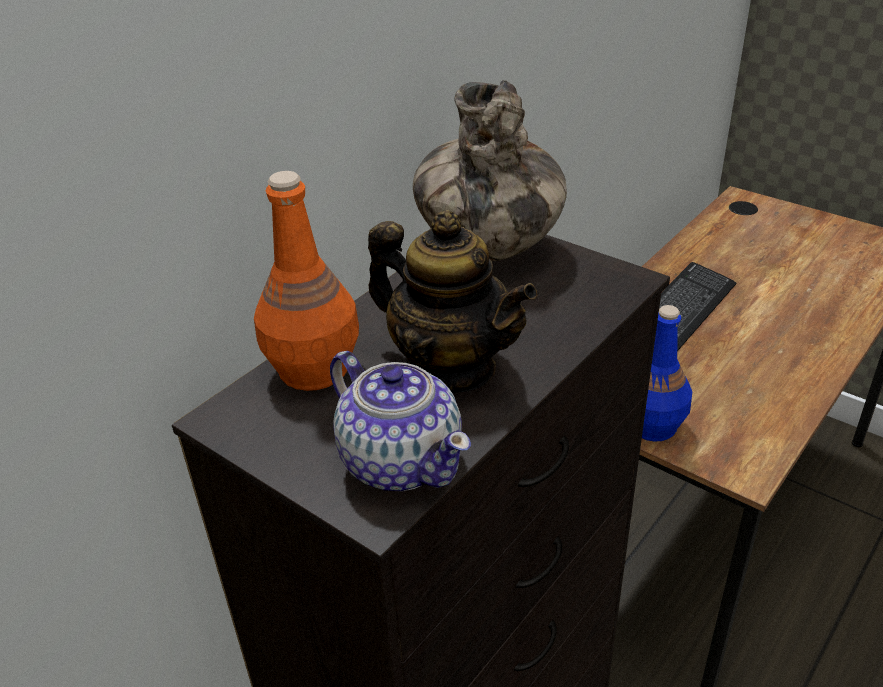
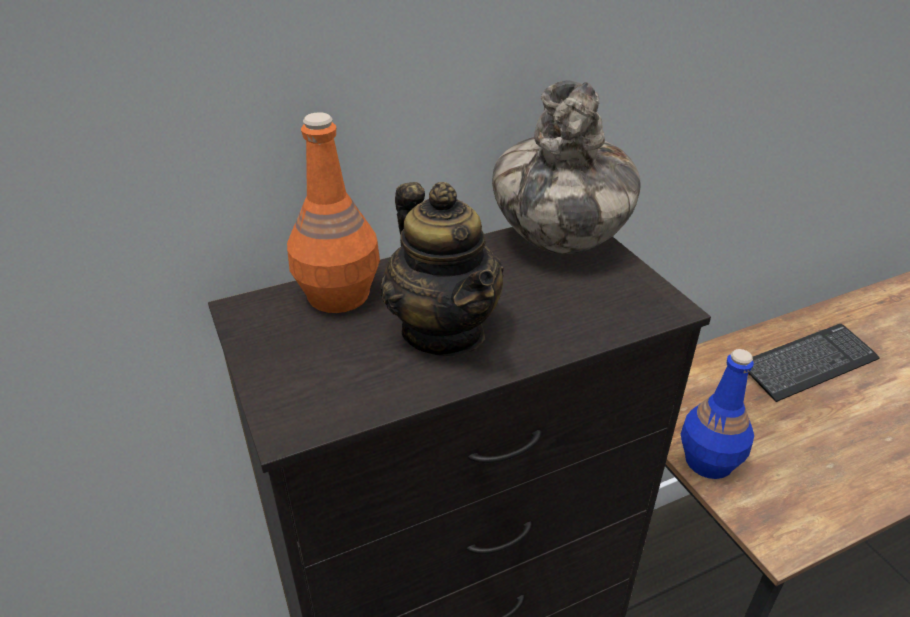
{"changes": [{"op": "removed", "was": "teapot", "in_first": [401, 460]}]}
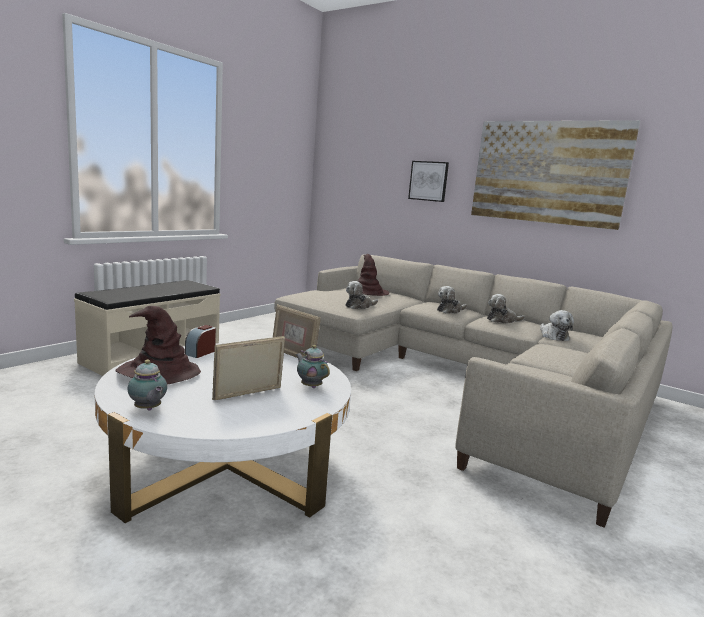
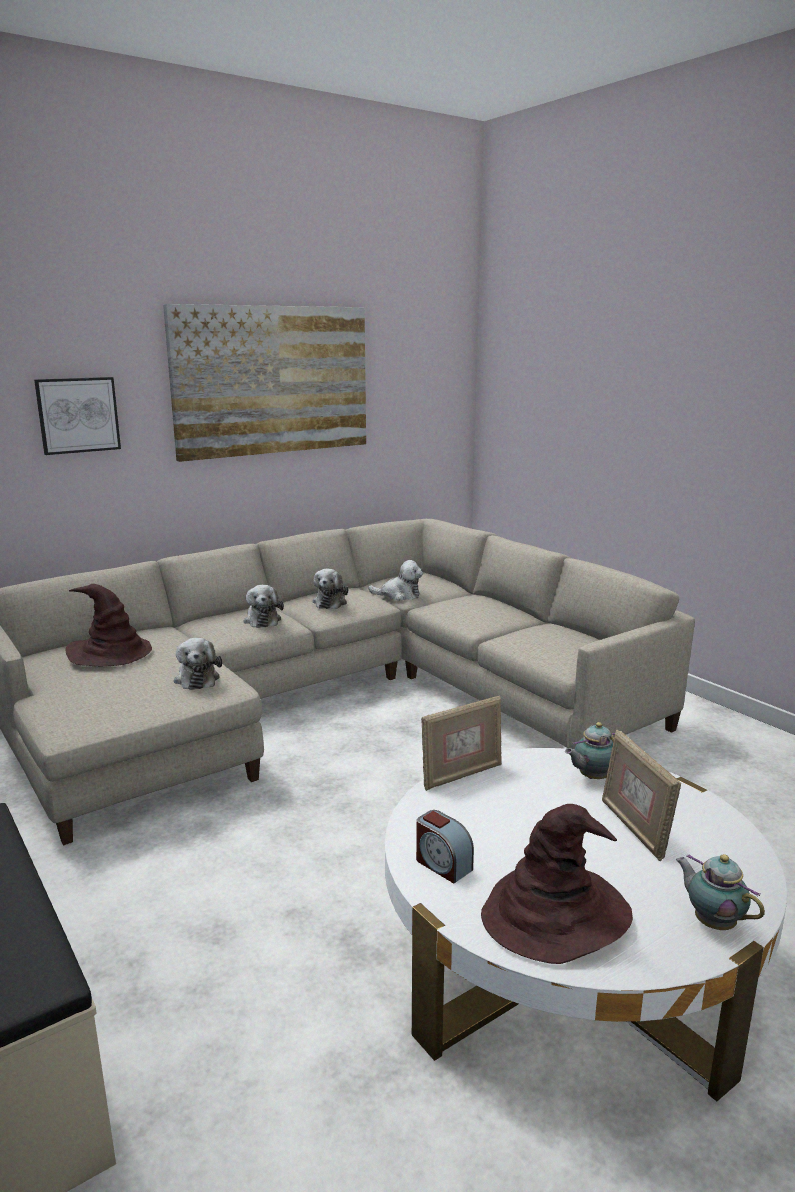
{"changes": [{"op": "turned", "was": "teapot", "in_first": [148, 409], "in_second": [712, 922], "clockwise": -105}]}
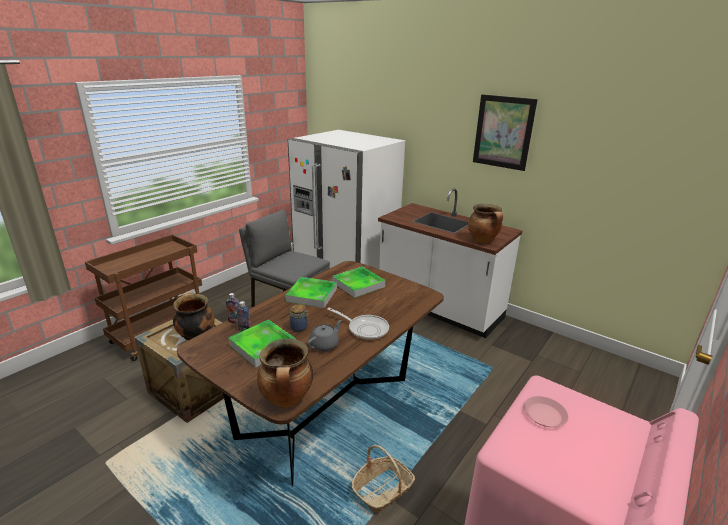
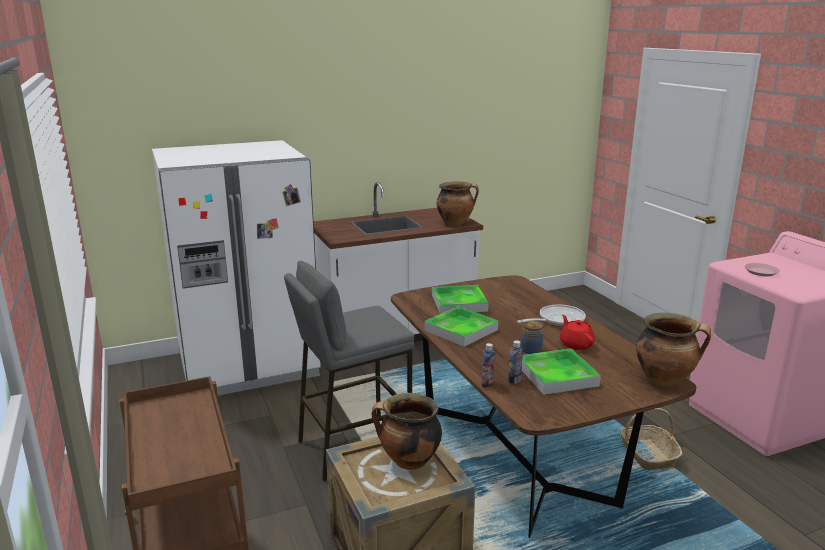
{"changes": [{"op": "removed", "was": "picture", "in_first": [503, 132]}, {"op": "recoloured", "was": "grey teapot", "now": "red teapot", "in_first": [324, 345], "in_second": [576, 344]}]}
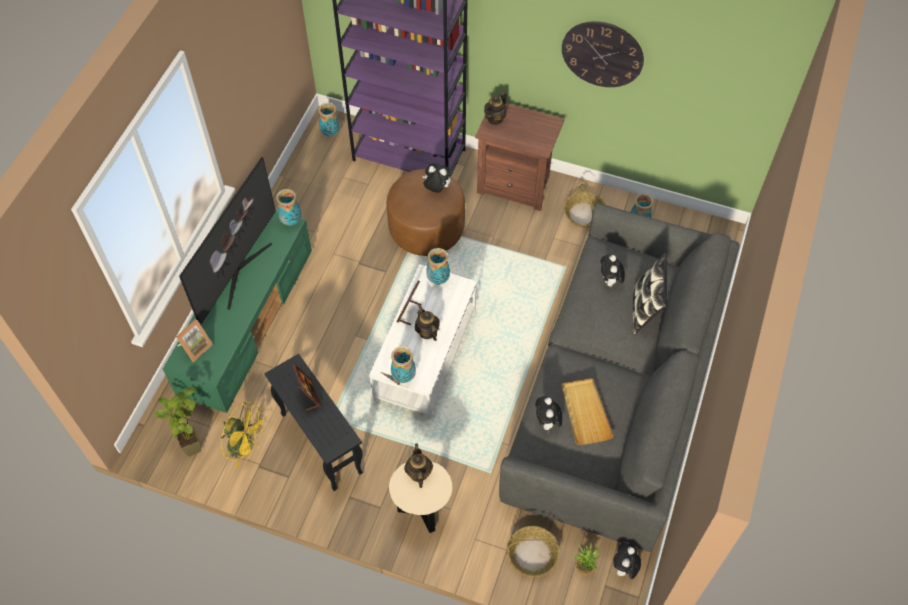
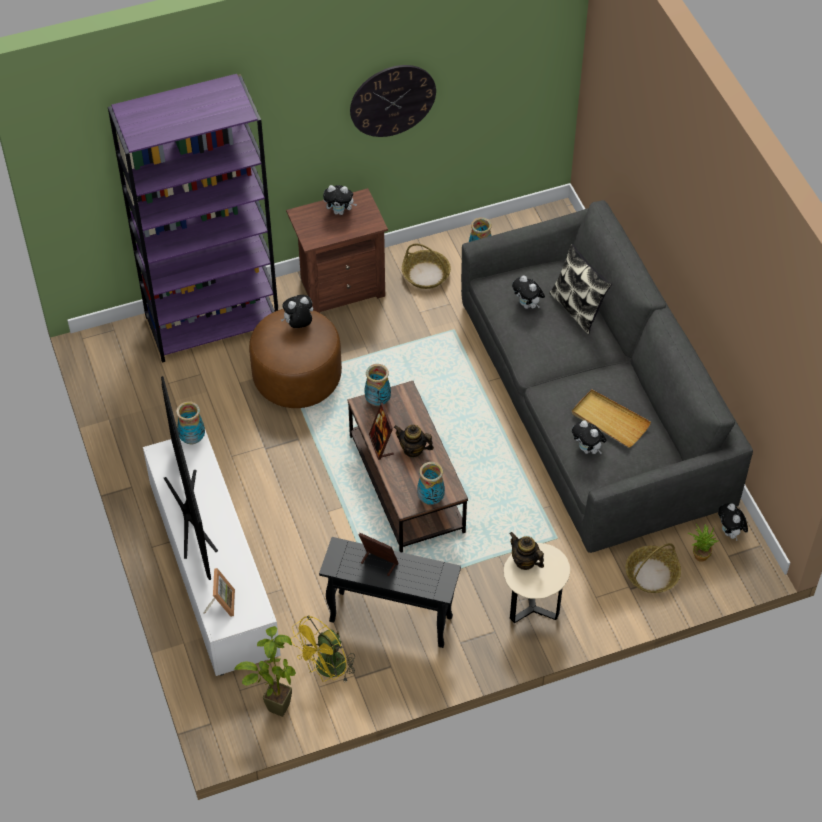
{"changes": [{"op": "removed", "was": "vase", "in_first": [330, 132]}, {"op": "removed", "was": "teapot", "in_first": [495, 118]}, {"op": "added", "now": "plush toy", "in_second": [340, 211]}, {"op": "recoloured", "was": "green tv stand", "now": "white tv stand", "in_first": [247, 321], "in_second": [212, 568]}, {"op": "recoloured", "was": "white coffee table", "now": "brown coffee table", "in_first": [425, 355], "in_second": [407, 484]}, {"op": "turned", "was": "yellow fan", "in_first": [246, 446], "in_second": [326, 670], "clockwise": 150}]}
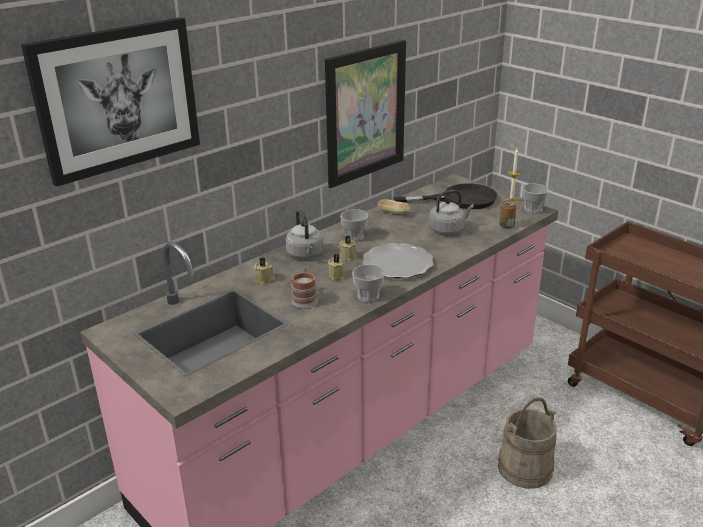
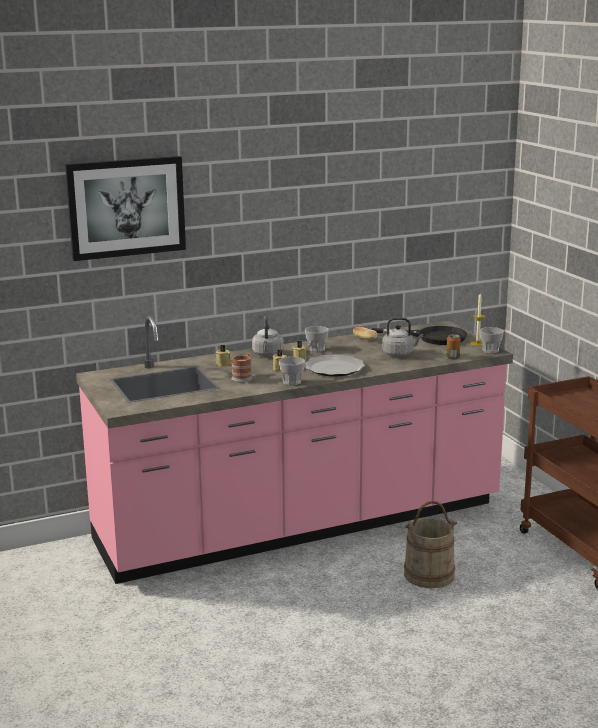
{"changes": [{"op": "removed", "was": "picture", "in_first": [365, 113]}]}
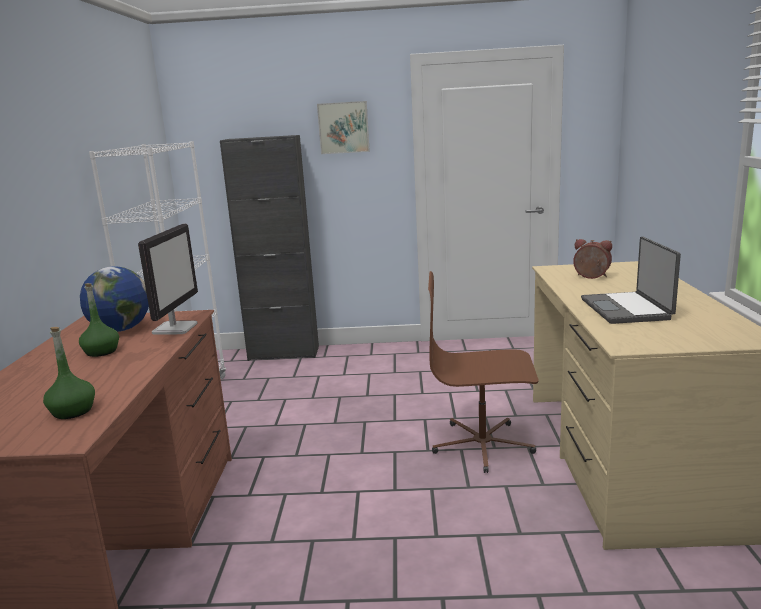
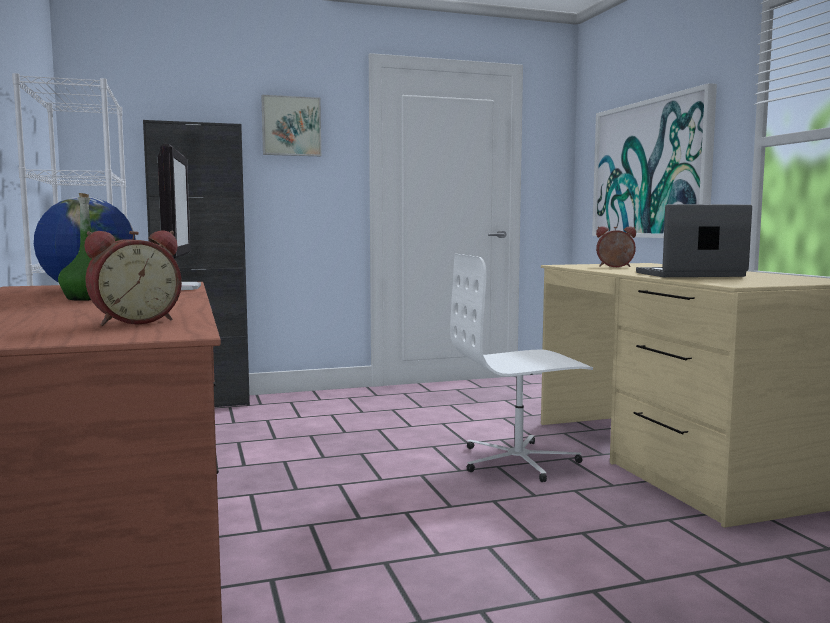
{"changes": [{"op": "added", "now": "picture", "in_second": [650, 169]}, {"op": "replaced", "was": "green bottle", "now": "alarm clock", "in_first": [73, 411], "in_second": [134, 321]}, {"op": "recoloured", "was": "brown office chair", "now": "white office chair", "in_first": [483, 445], "in_second": [519, 461]}, {"op": "turned", "was": "laptop", "in_first": [627, 309], "in_second": [690, 275], "clockwise": 105}]}
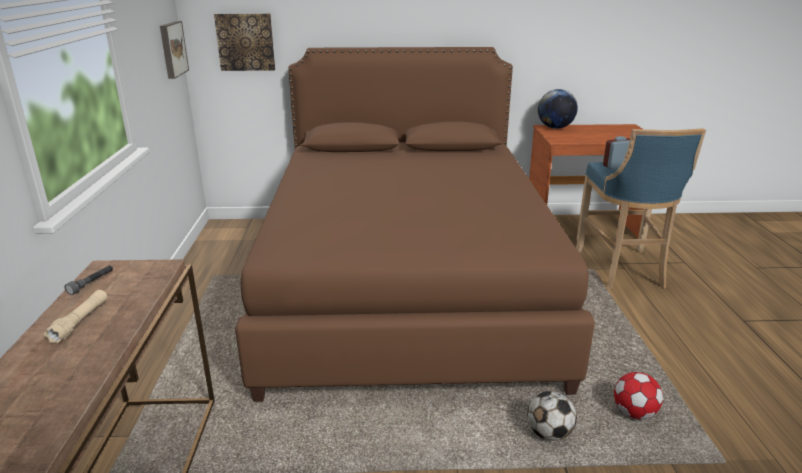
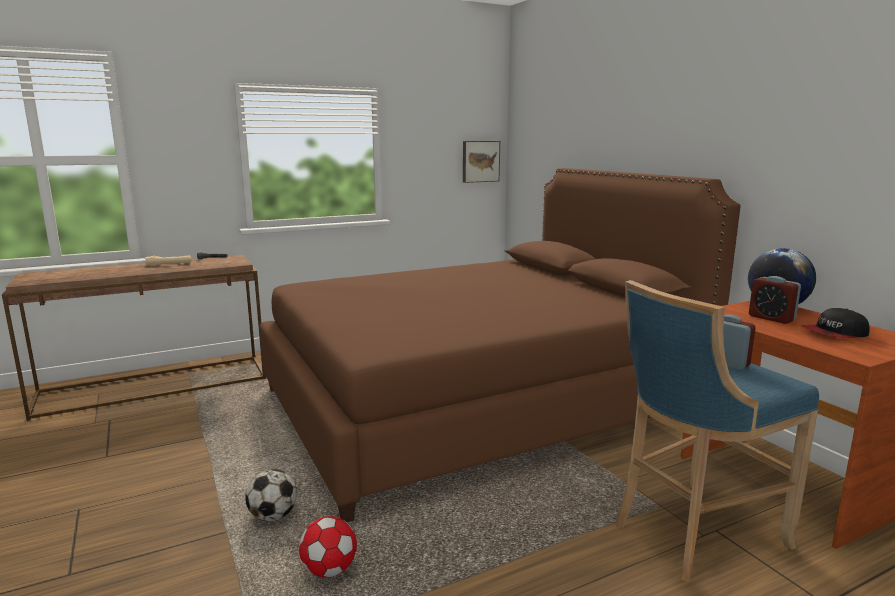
{"changes": [{"op": "removed", "was": "picture", "in_first": [245, 42]}, {"op": "added", "now": "alarm clock", "in_second": [771, 318]}, {"op": "added", "now": "cap", "in_second": [835, 333]}]}
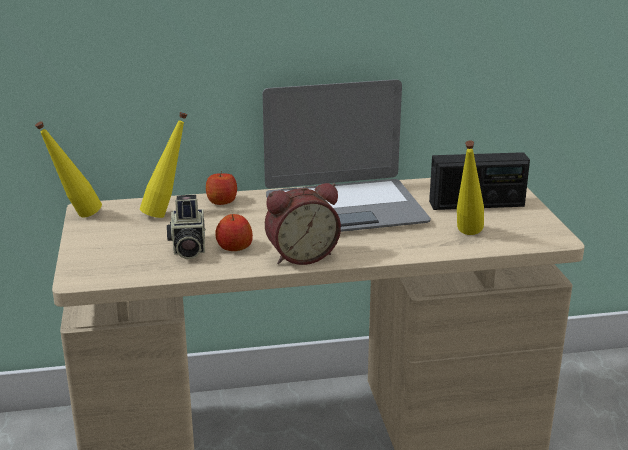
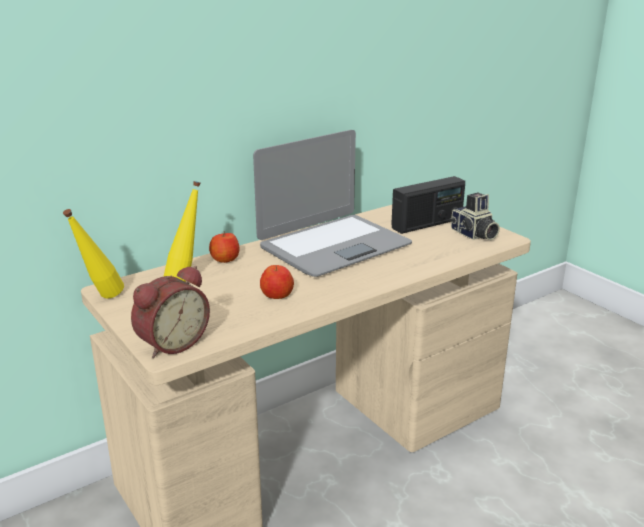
{"changes": [{"op": "removed", "was": "yellow bottle", "in_first": [466, 236]}, {"op": "moved", "was": "photo camera", "in_first": [187, 248], "in_second": [473, 235]}, {"op": "moved", "was": "alarm clock", "in_first": [301, 255], "in_second": [171, 343]}]}
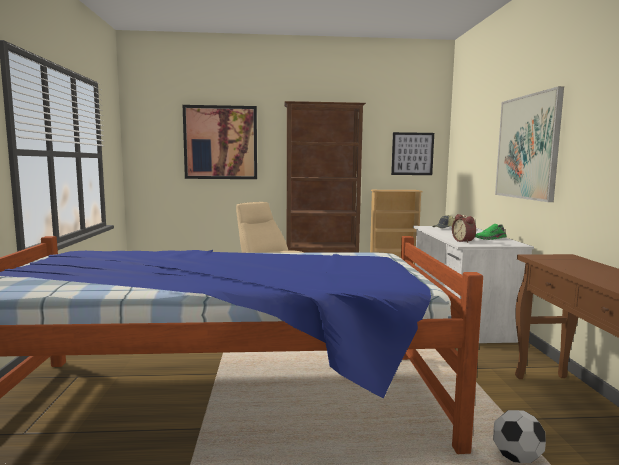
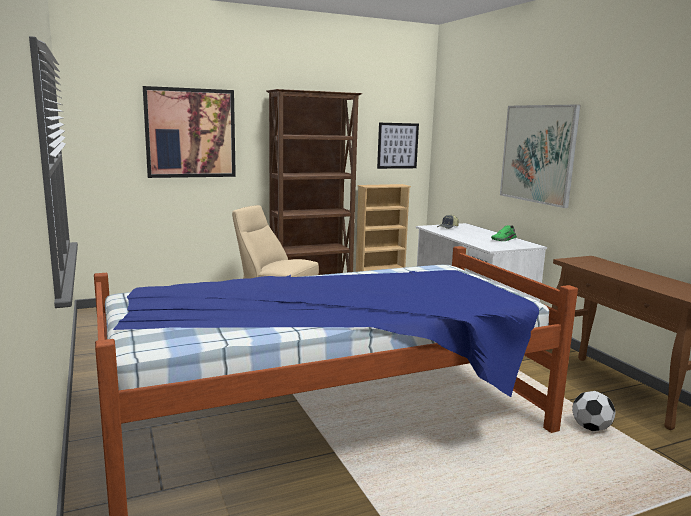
{"changes": [{"op": "removed", "was": "alarm clock", "in_first": [464, 241]}]}
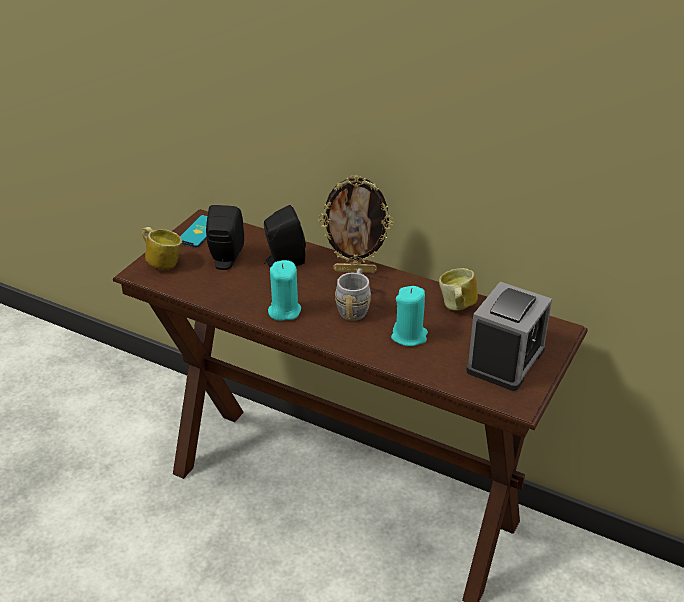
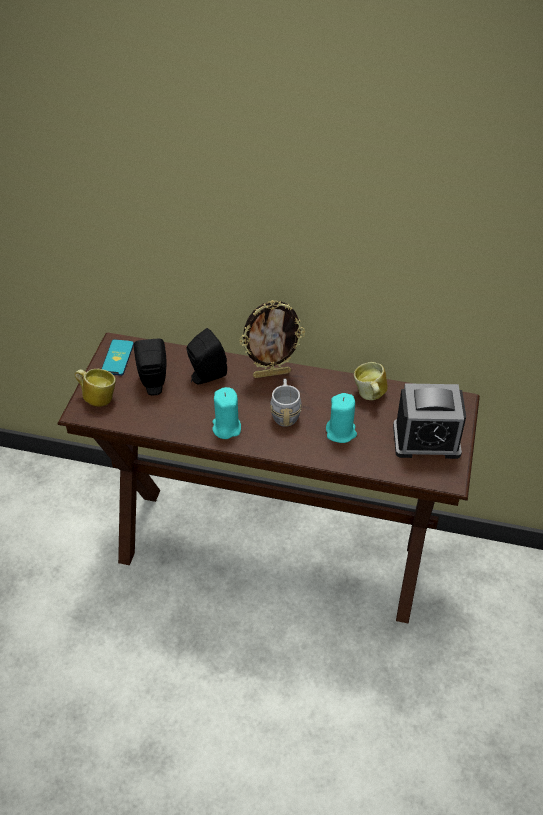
{"changes": [{"op": "turned", "was": "alarm clock", "in_first": [505, 360], "in_second": [426, 440], "clockwise": 75}]}
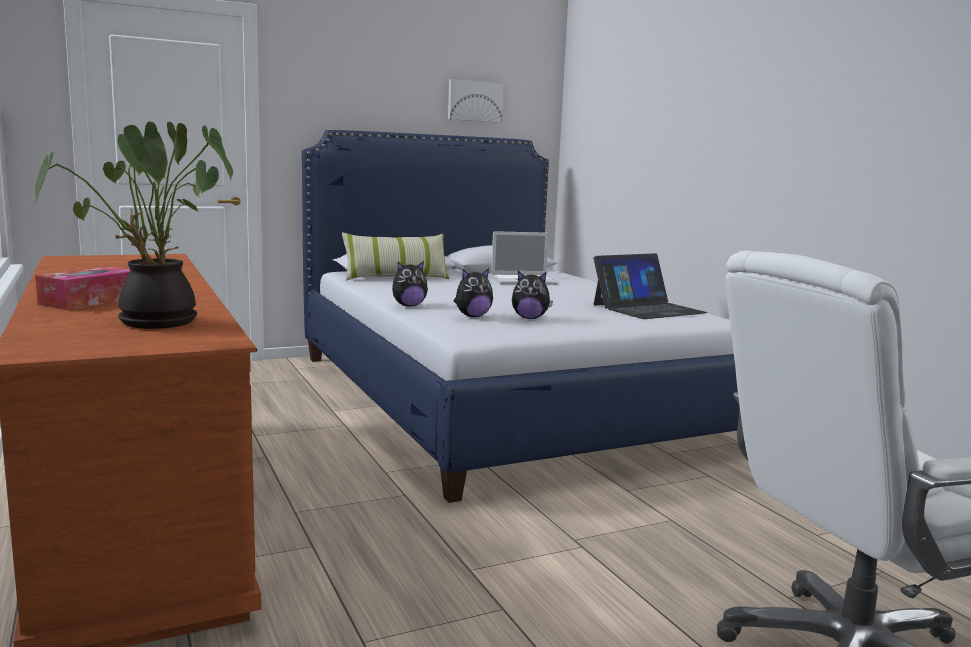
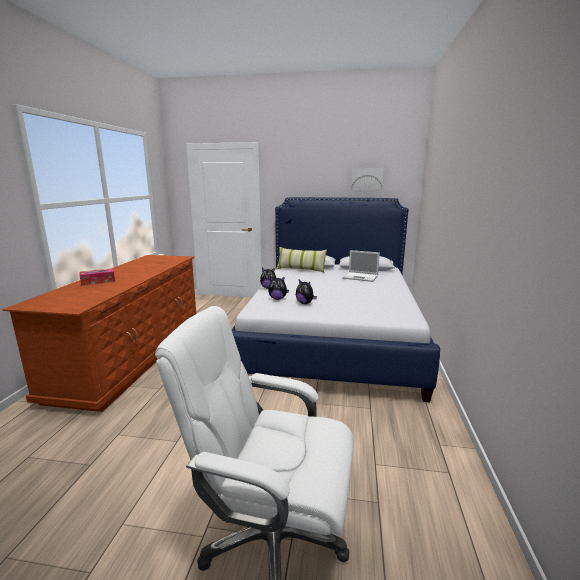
{"changes": [{"op": "removed", "was": "potted plant", "in_first": [152, 323]}, {"op": "removed", "was": "laptop", "in_first": [648, 309]}]}
